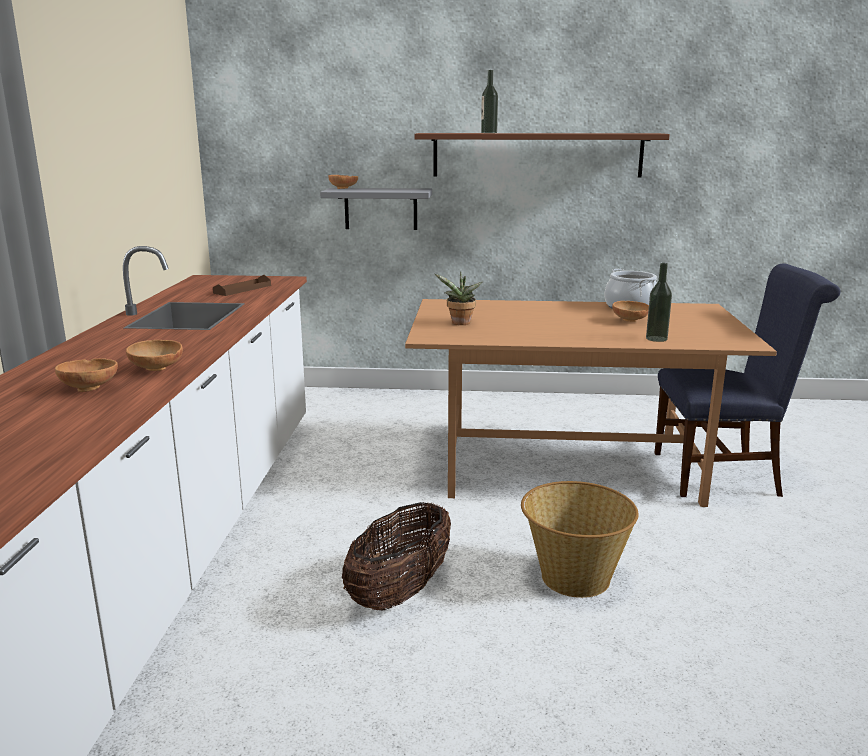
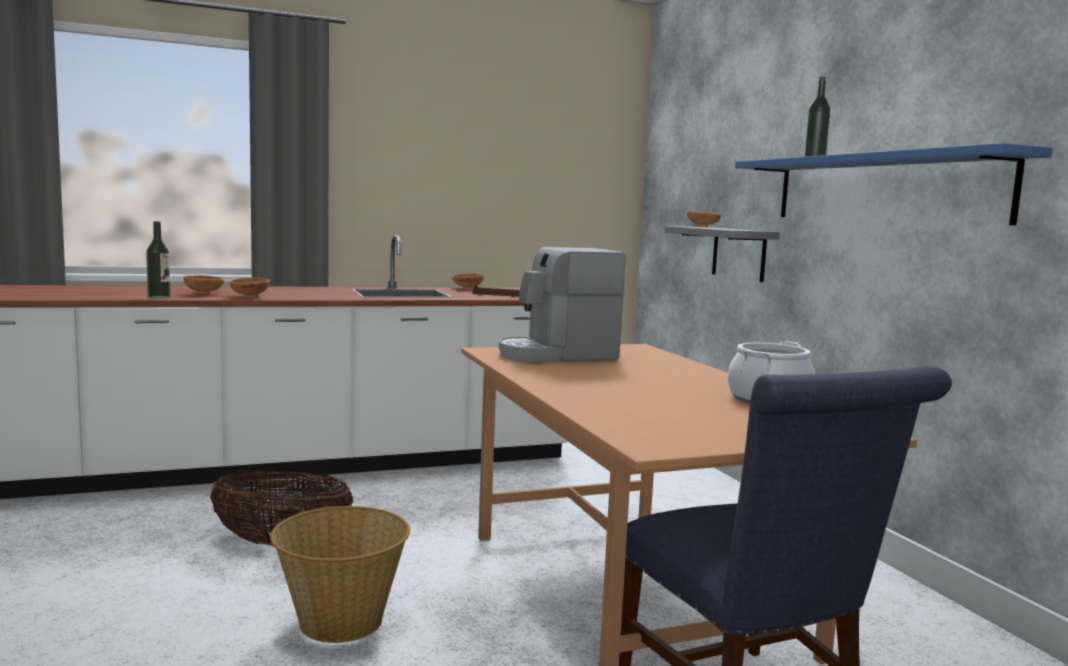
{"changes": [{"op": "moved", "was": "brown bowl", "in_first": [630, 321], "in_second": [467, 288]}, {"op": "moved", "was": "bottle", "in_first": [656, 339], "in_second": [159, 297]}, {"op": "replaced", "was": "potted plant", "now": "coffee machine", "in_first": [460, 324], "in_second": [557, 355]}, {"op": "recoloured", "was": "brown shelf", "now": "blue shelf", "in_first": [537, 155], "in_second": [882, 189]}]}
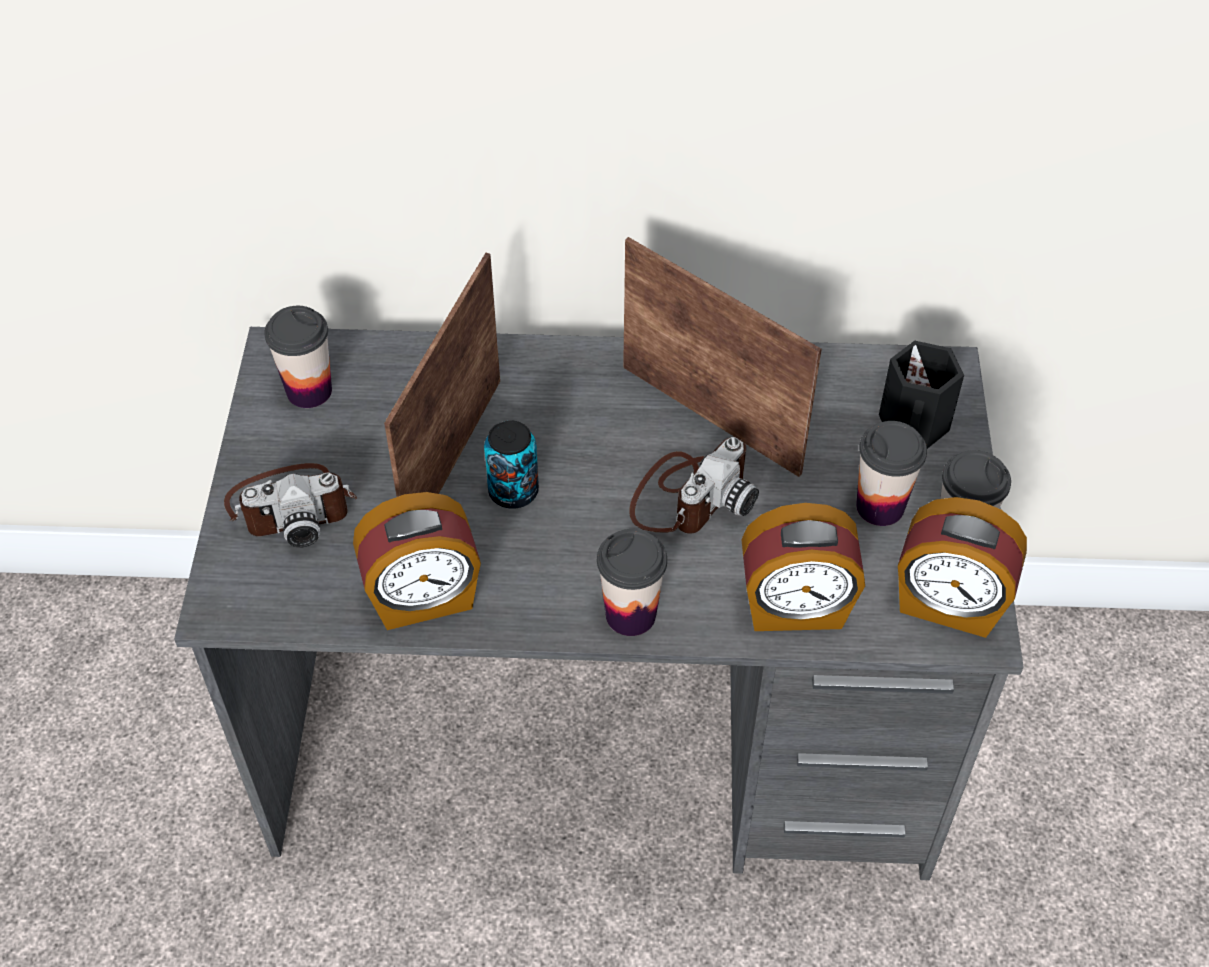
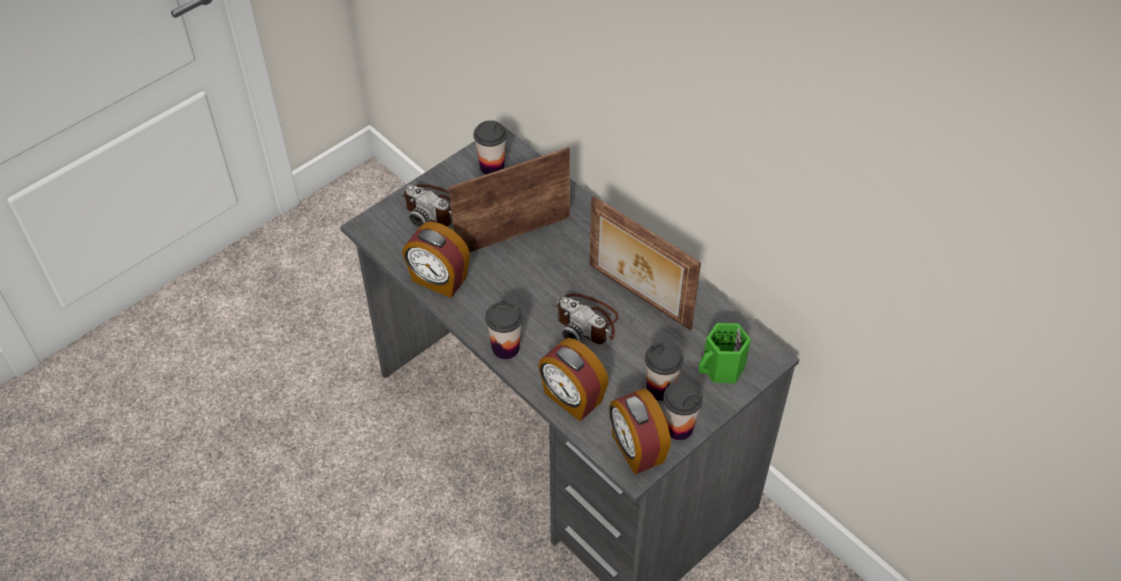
{"changes": [{"op": "removed", "was": "can", "in_first": [513, 491]}, {"op": "recoloured", "was": "black mug", "now": "green mug", "in_first": [915, 425], "in_second": [722, 369]}, {"op": "turned", "was": "picture frame", "in_first": [712, 416], "in_second": [638, 297], "clockwise": 135}, {"op": "turned", "was": "photo camera", "in_first": [690, 495], "in_second": [587, 321], "clockwise": 45}]}
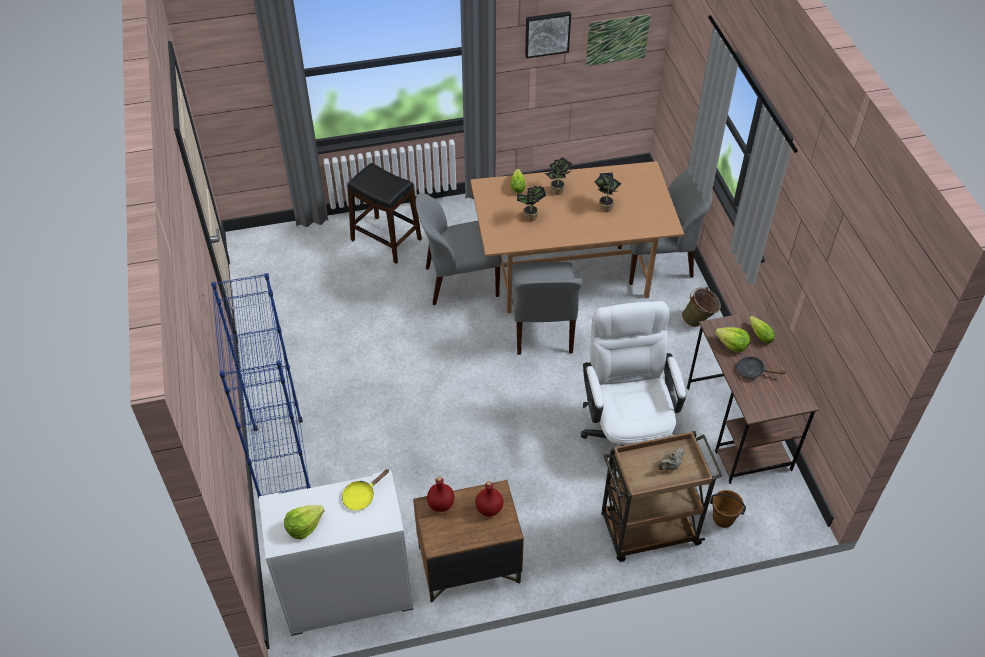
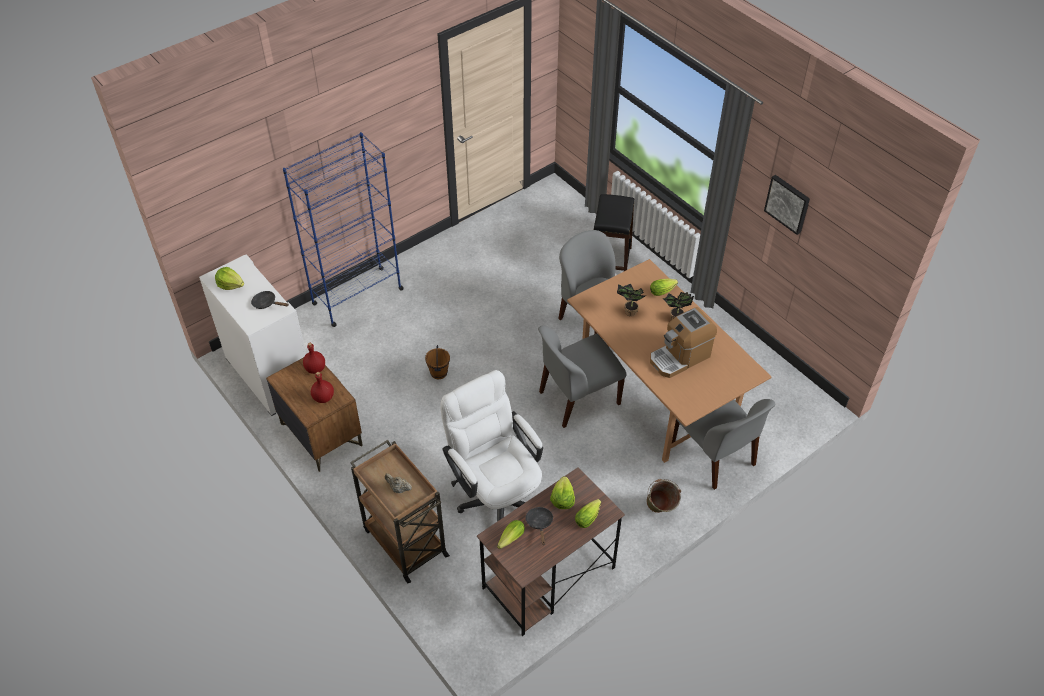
{"changes": [{"op": "removed", "was": "picture", "in_first": [617, 39]}, {"op": "added", "now": "lettuce", "in_second": [509, 539]}, {"op": "moved", "was": "brown bucket", "in_first": [723, 518], "in_second": [439, 373]}, {"op": "replaced", "was": "potted plant", "now": "coffee machine", "in_first": [605, 206], "in_second": [680, 357]}, {"op": "recoloured", "was": "yellow frying pan", "now": "black frying pan", "in_first": [361, 496], "in_second": [267, 303]}, {"op": "turned", "was": "white office chair", "in_first": [626, 434], "in_second": [496, 495], "clockwise": -90}]}
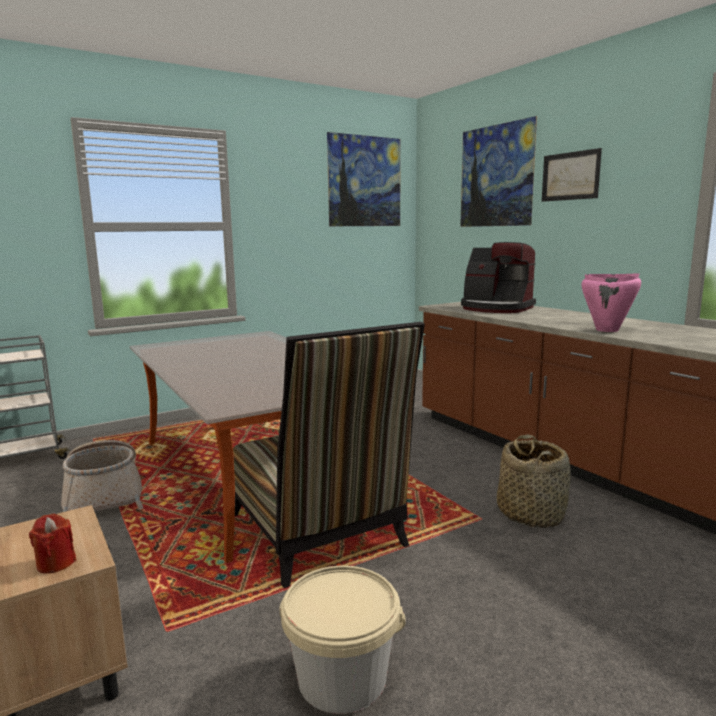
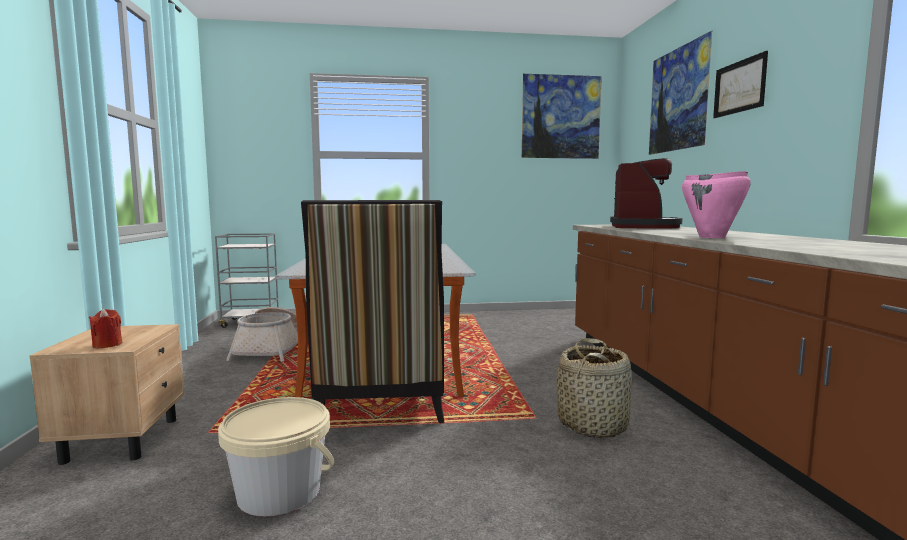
{"changes": [{"op": "turned", "was": "coffee machine", "in_first": [496, 308], "in_second": [643, 227], "clockwise": -135}]}
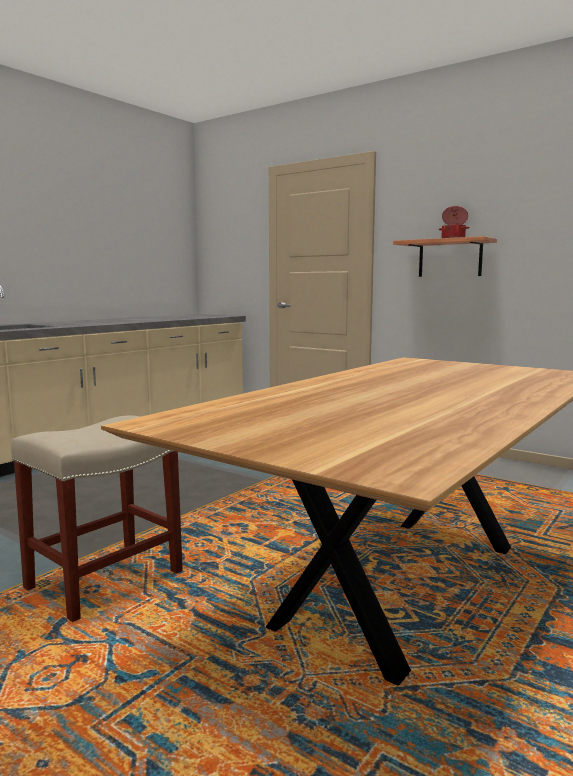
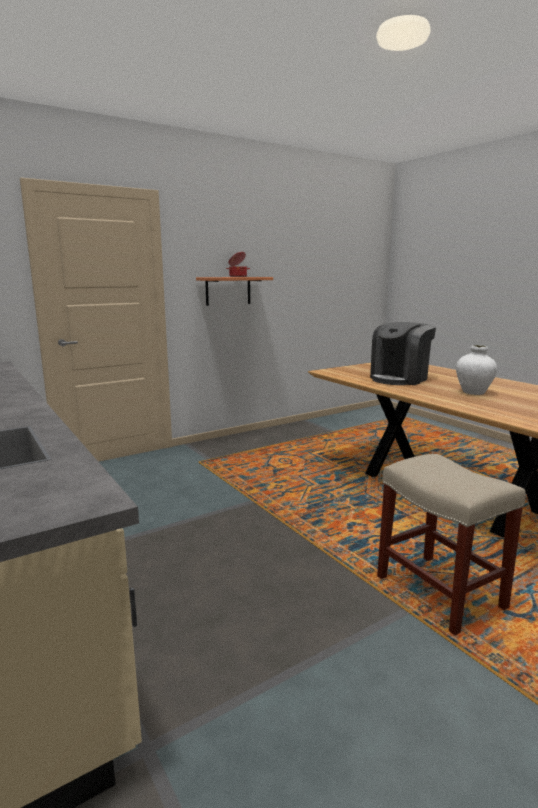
{"changes": [{"op": "added", "now": "coffee machine", "in_second": [399, 379]}, {"op": "added", "now": "white vase", "in_second": [473, 393]}]}
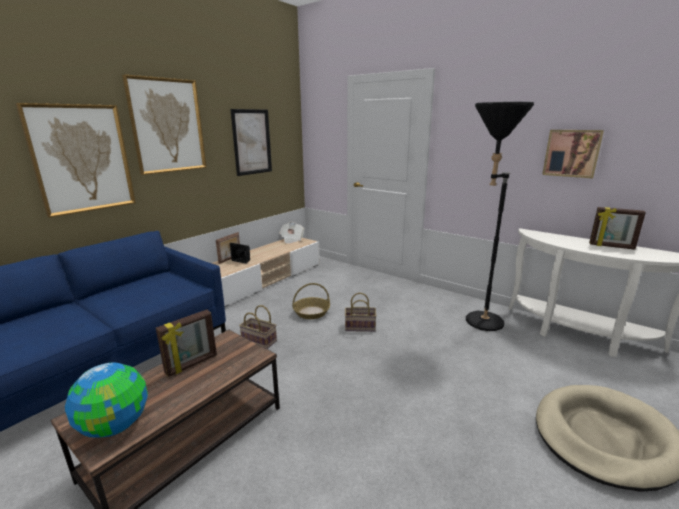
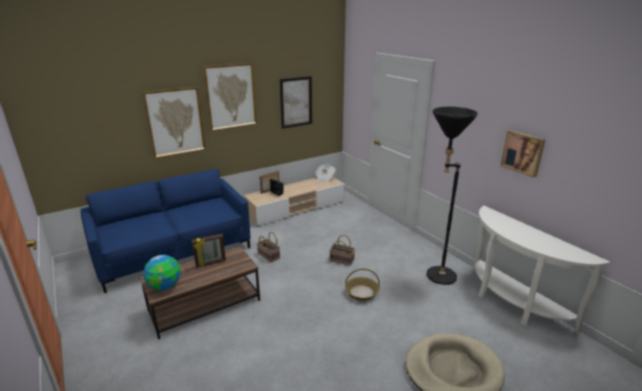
{"changes": [{"op": "removed", "was": "picture frame", "in_first": [611, 246]}, {"op": "moved", "was": "basket", "in_first": [311, 312], "in_second": [362, 292]}]}
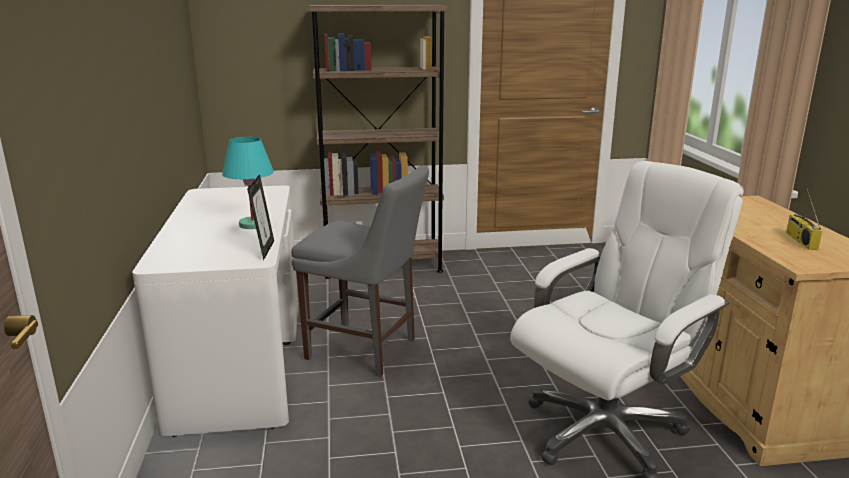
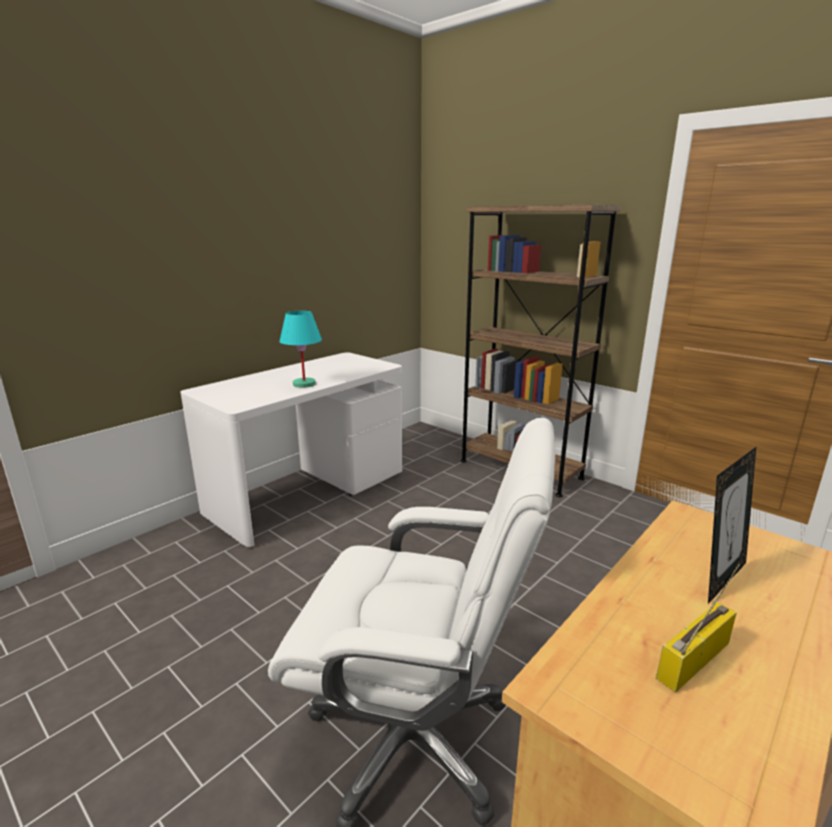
{"changes": [{"op": "removed", "was": "grey chair", "in_first": [366, 350]}, {"op": "moved", "was": "picture frame", "in_first": [264, 250], "in_second": [719, 578]}]}
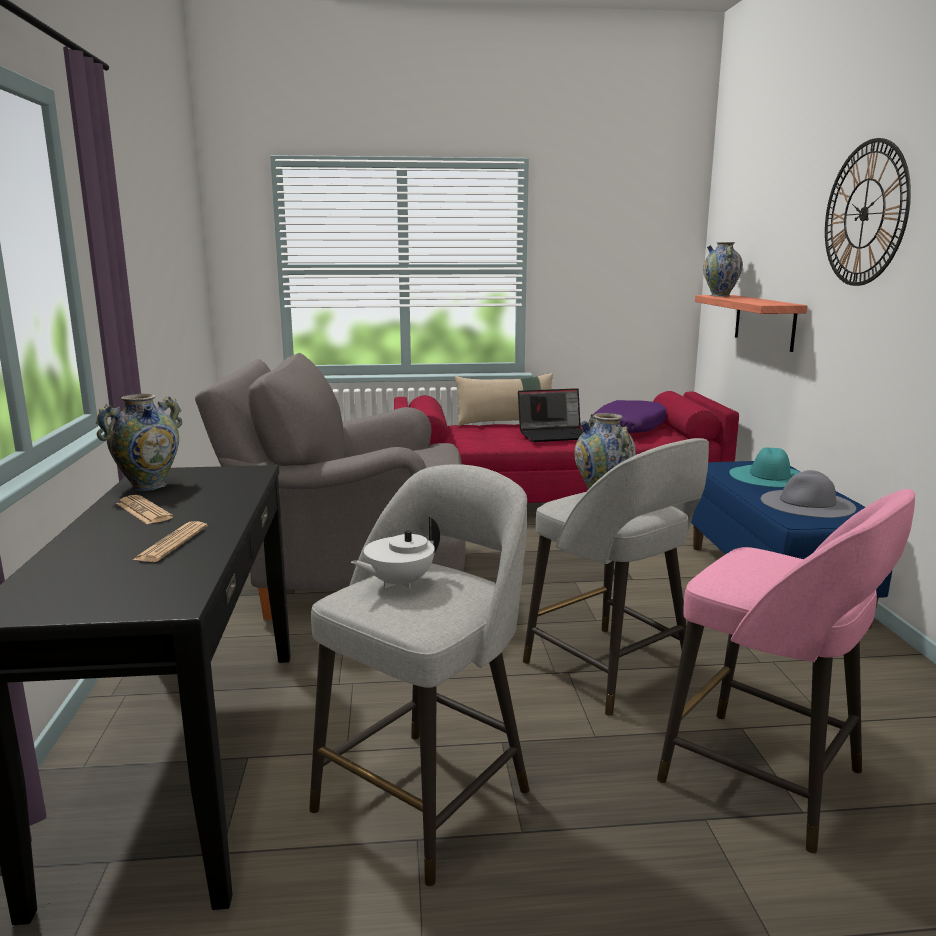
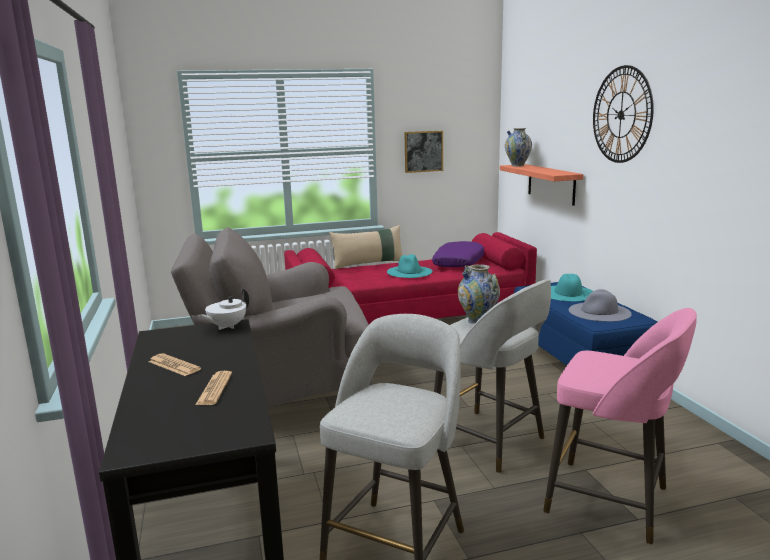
{"changes": [{"op": "removed", "was": "vase", "in_first": [149, 486]}, {"op": "added", "now": "picture", "in_second": [423, 151]}, {"op": "moved", "was": "white teapot", "in_first": [398, 583], "in_second": [227, 327]}, {"op": "replaced", "was": "laptop", "now": "turquoise hat", "in_first": [555, 435], "in_second": [409, 271]}]}
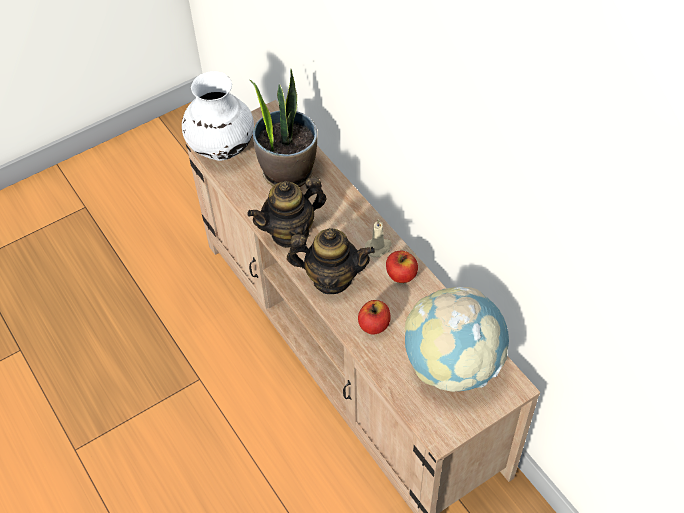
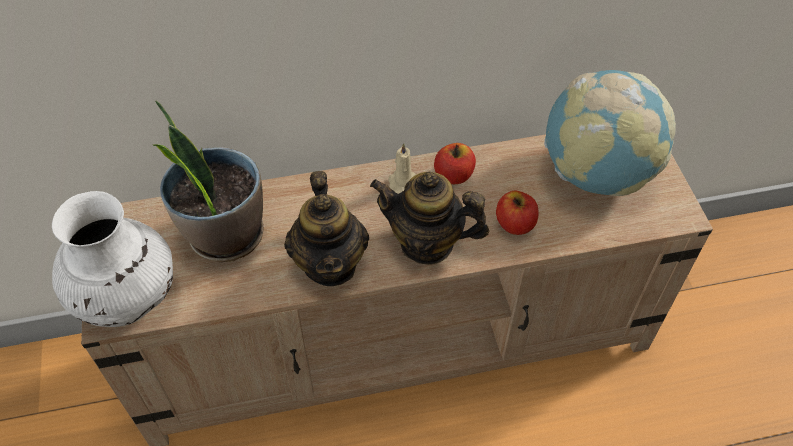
{"changes": [{"op": "turned", "was": "teapot", "in_first": [331, 278], "in_second": [427, 243], "clockwise": -105}]}
